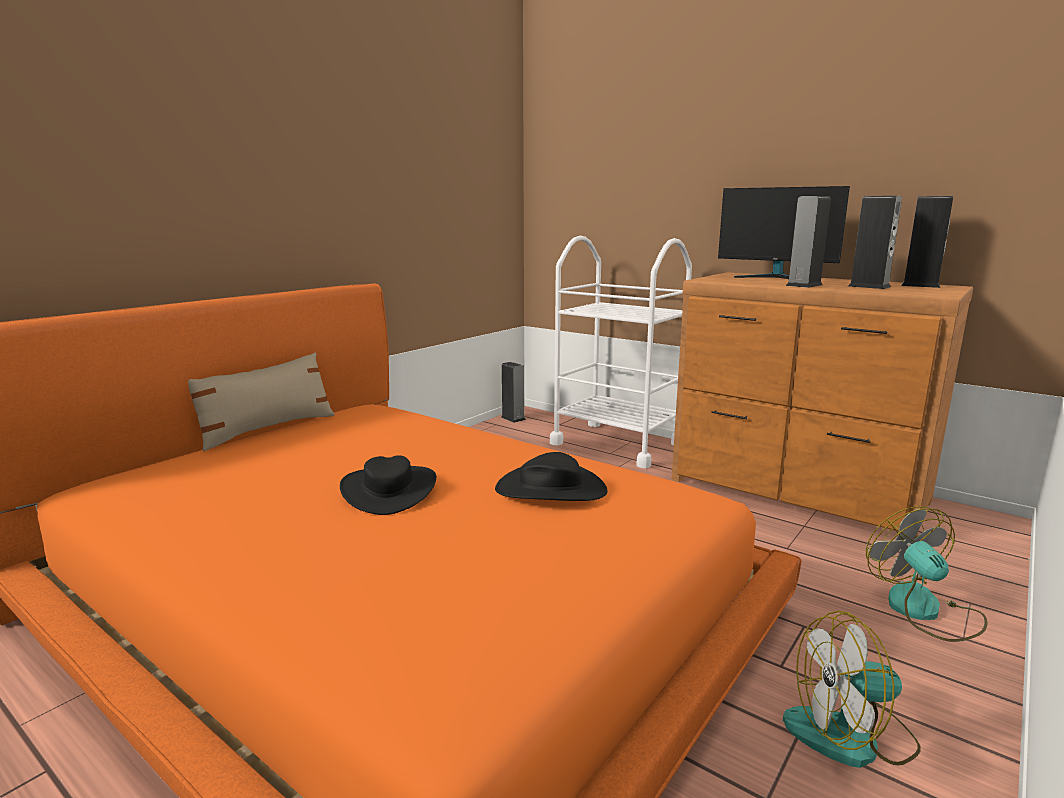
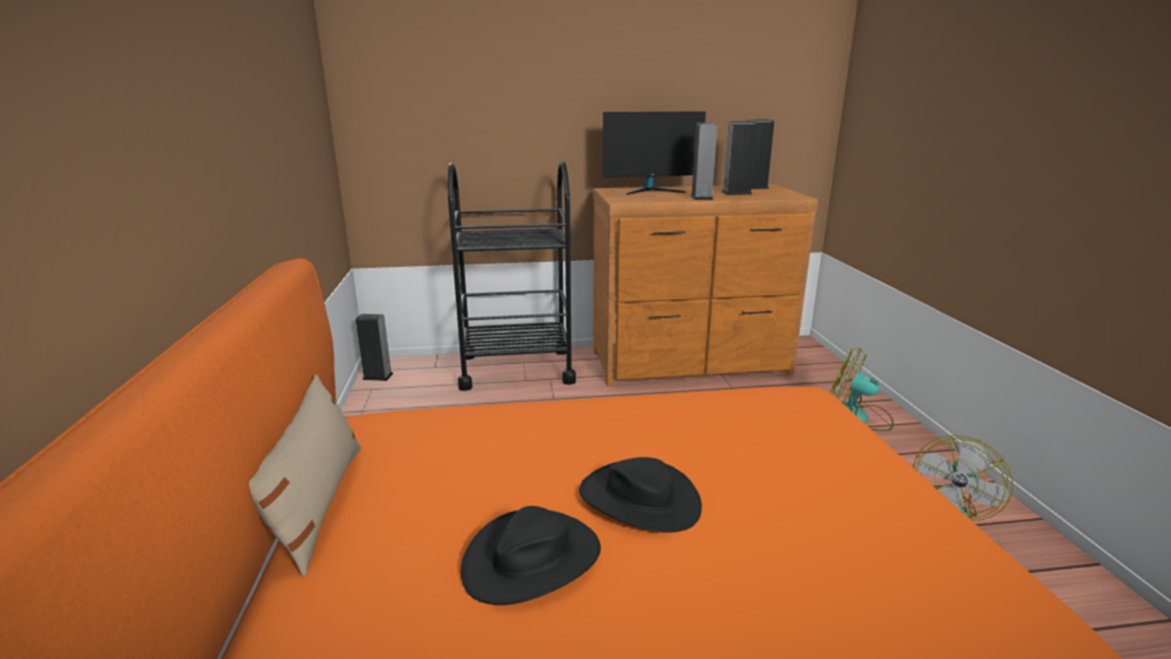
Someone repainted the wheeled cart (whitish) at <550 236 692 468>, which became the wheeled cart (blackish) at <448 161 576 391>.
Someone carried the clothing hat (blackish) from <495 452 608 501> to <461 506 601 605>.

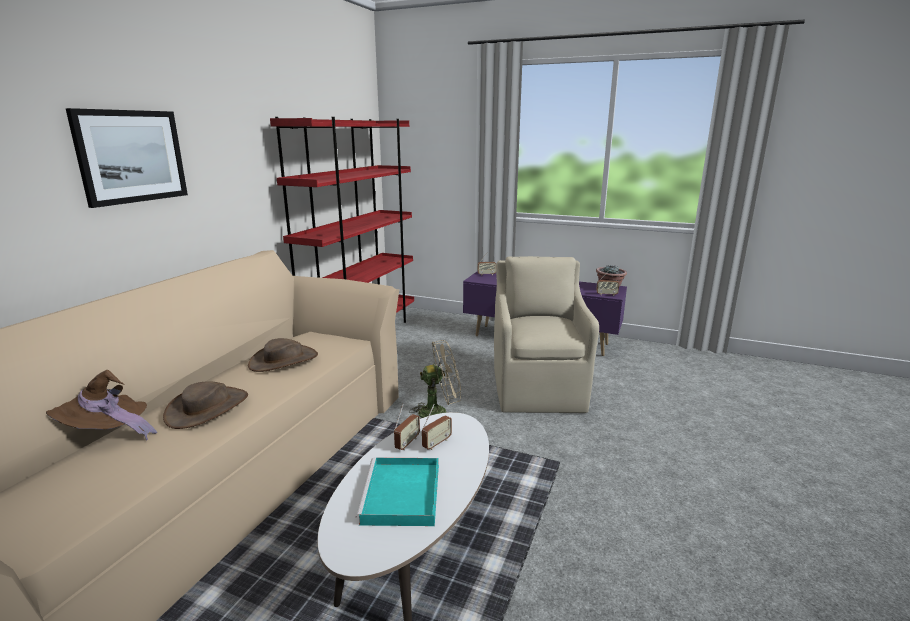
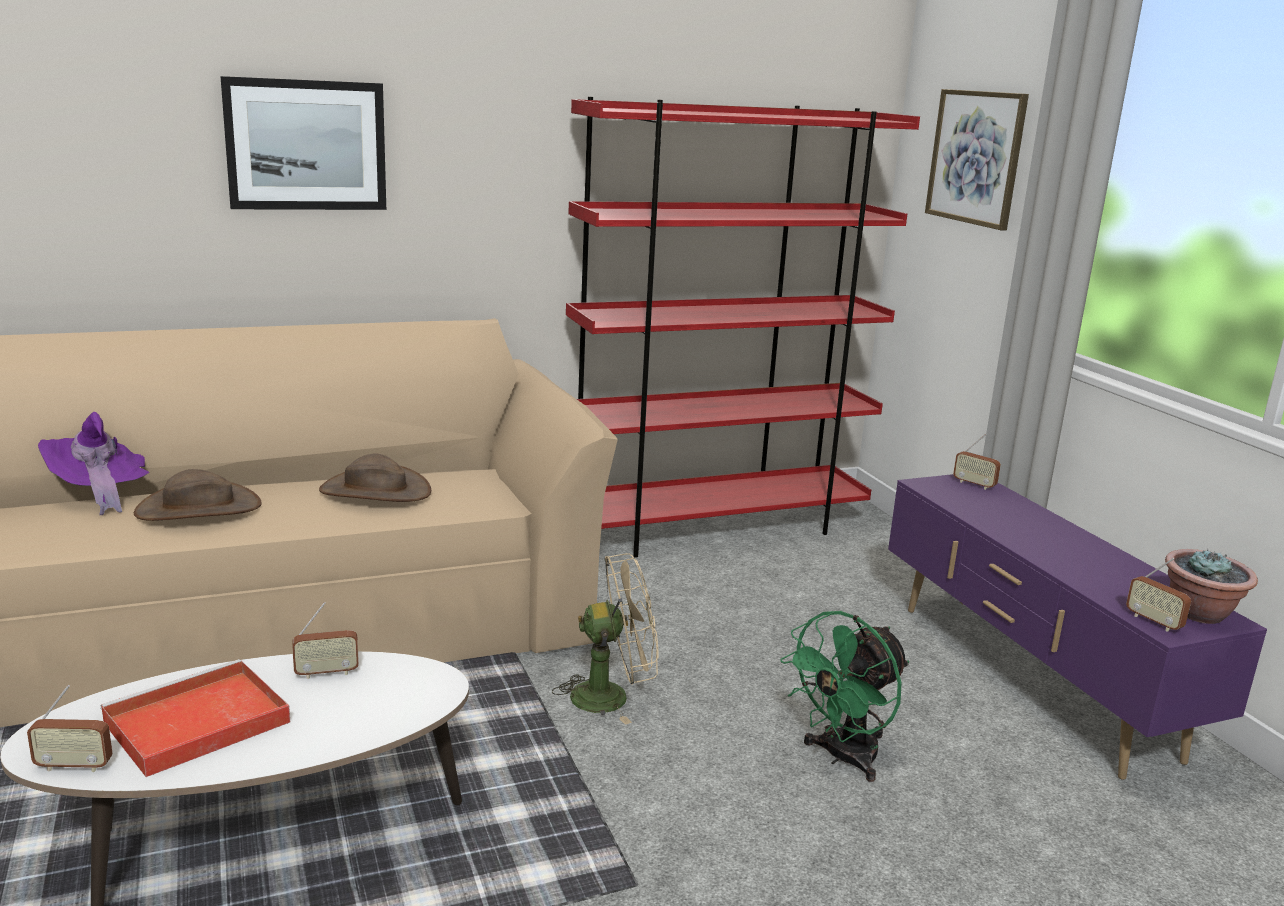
Someone swapped the armchair (beige-coloured) at <494 256 599 413> for the fan (greenish) at <781 611 909 782>.
Someone rotated the fan (beige-coloured) at <409 340 461 418> by 45 degrees counterclockwise.
Someone repainted the clothing hat (brown) at <46 370 157 441>, which became the clothing hat (purple-coloured) at <38 412 149 515>.
Someone carried the radio set from <422 404 452 450> to <27 685 113 772>.
Someone repainted the carrying tray (blue-green) at <356 457 439 526>, which became the carrying tray (reddish) at <101 659 290 777>.
Someone put up the wall picture at <925 89 1029 230>.

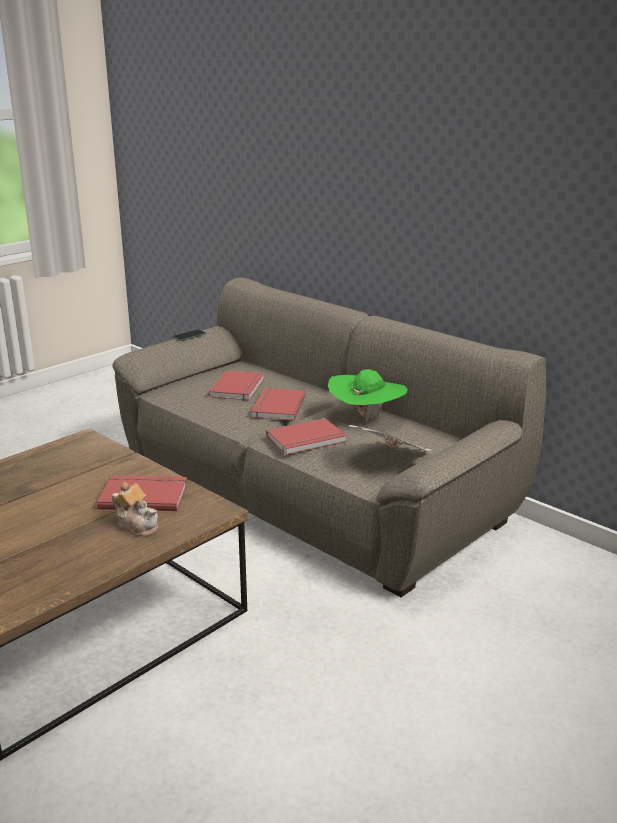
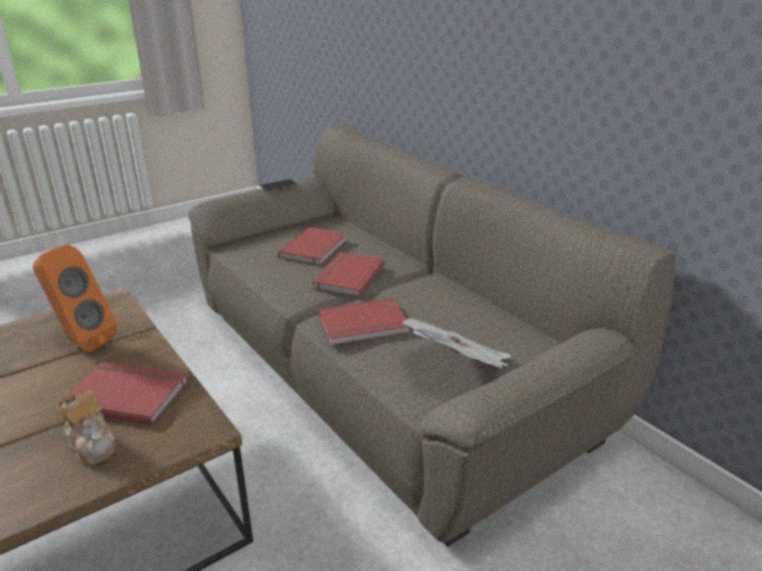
Someone took away the clothing hat (greenish) at <328 369 407 423>.
Someone put down the speaker (orangey) at <33 244 117 352>.

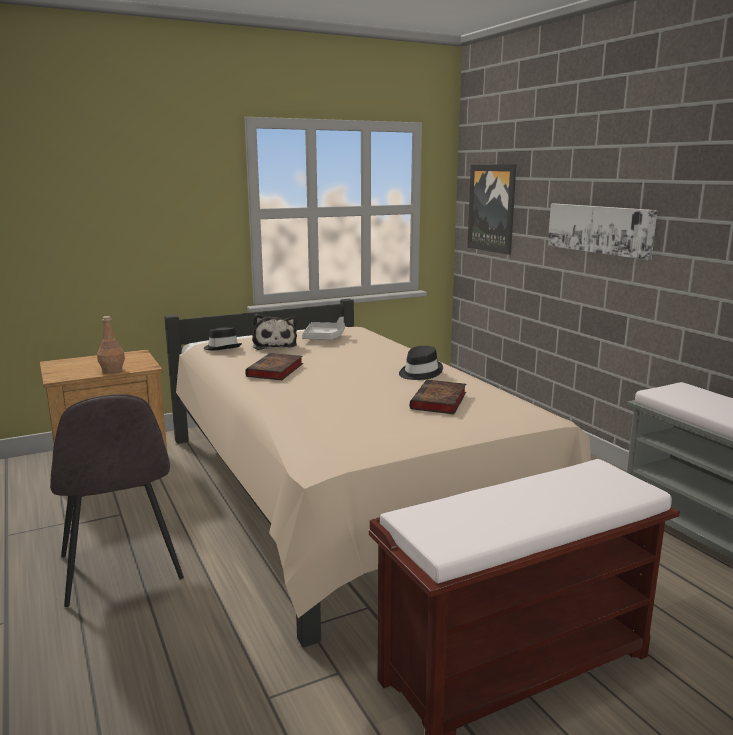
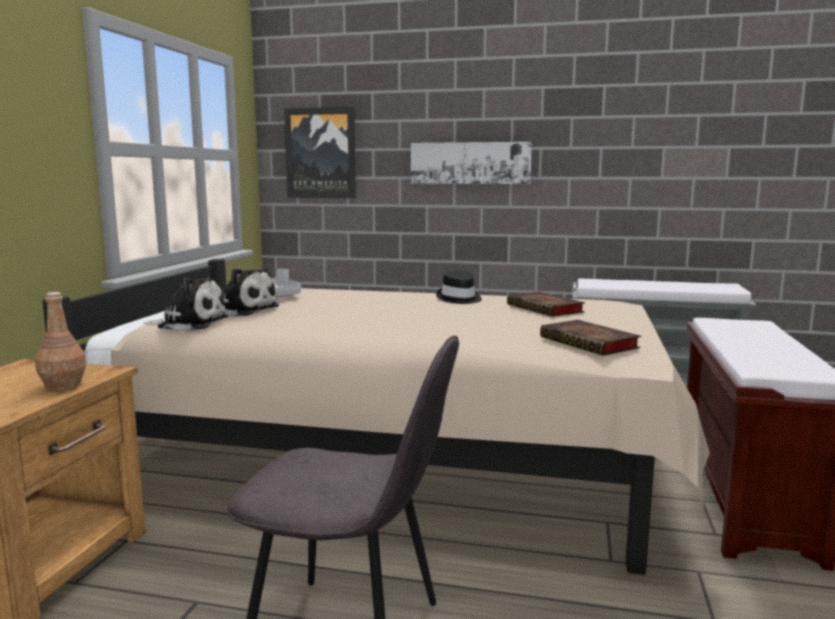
Someone swapped the clothing hat (blackish) at <204 327 242 350> for the plush toy at <144 277 228 331>.
Someone carried the volume from <245 353 303 380> to <540 320 641 356>.

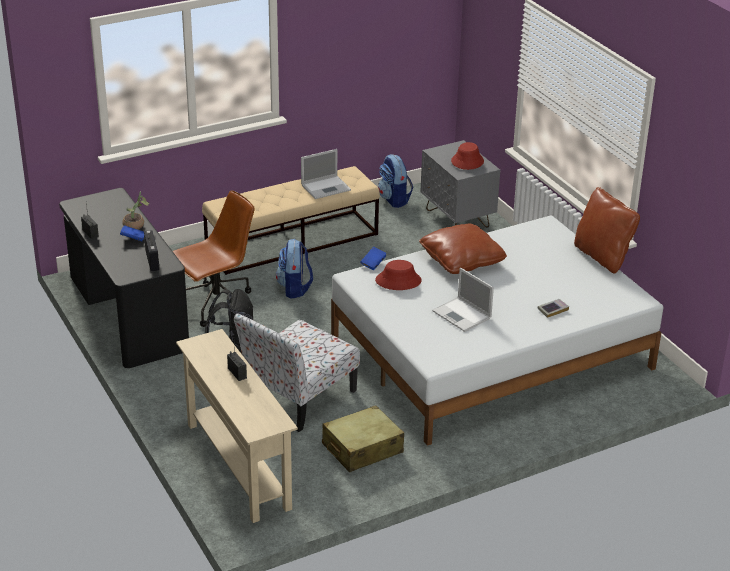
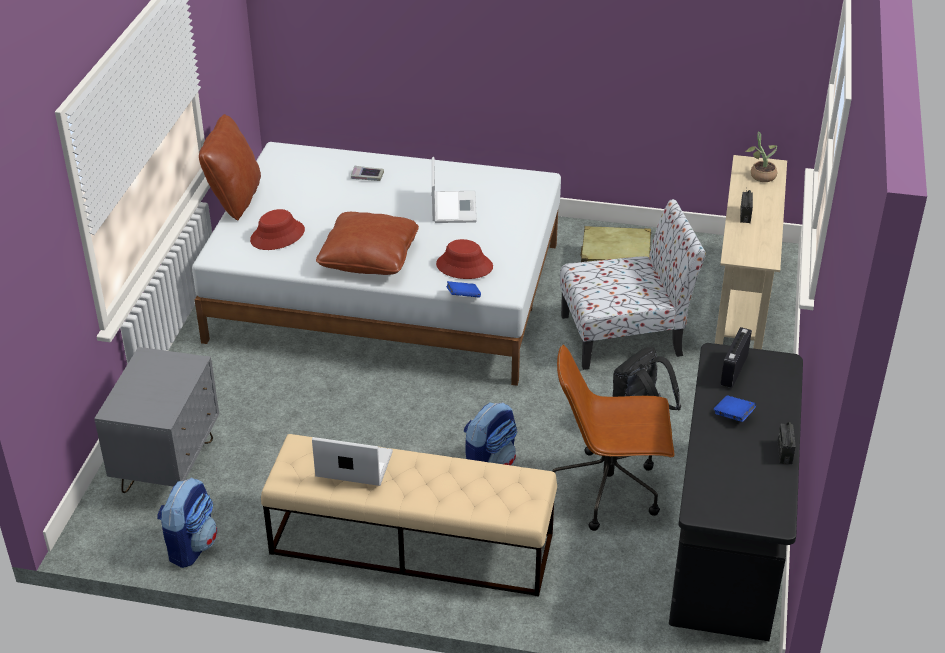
Someone carried the clothing hat (reddish) from <451 142 484 170> to <250 209 305 250>.
Someone carried the houseplant from <122 191 149 230> to <744 132 777 182>.

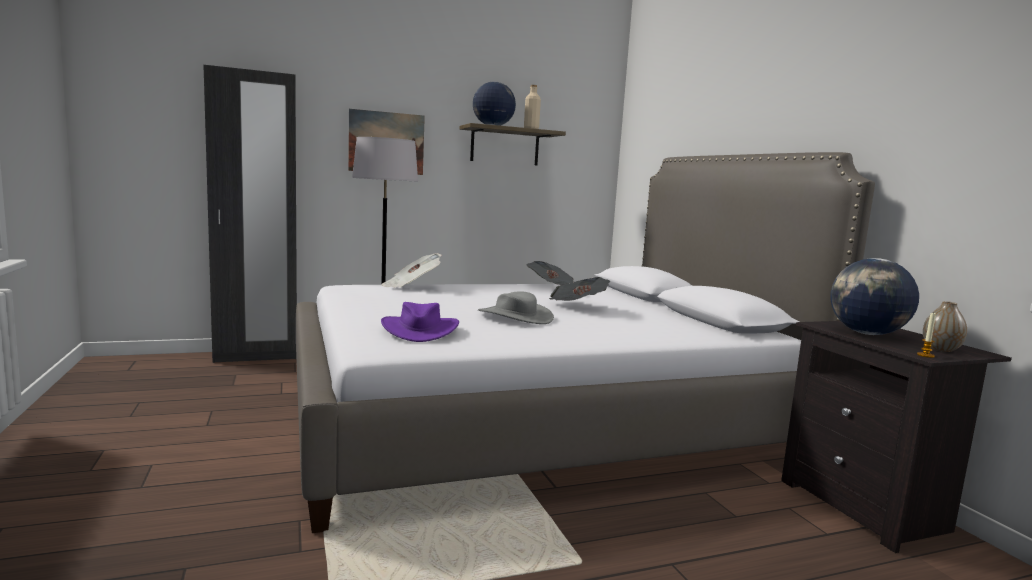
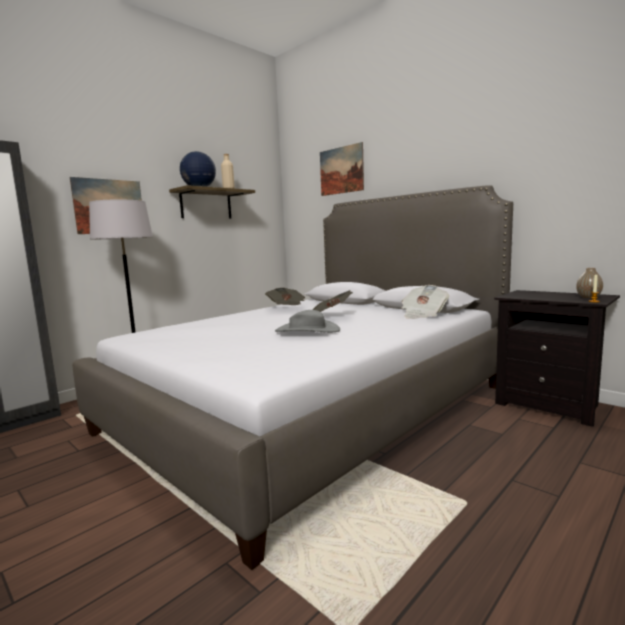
Someone carried the daily paper from <381 253 442 288> to <402 285 449 319>.
Someone took away the world globe at <830 258 919 335>.
Someone took away the clothing hat (purple-coloured) at <381 302 459 342>.
Someone put up the wall picture at <320 142 364 196>.

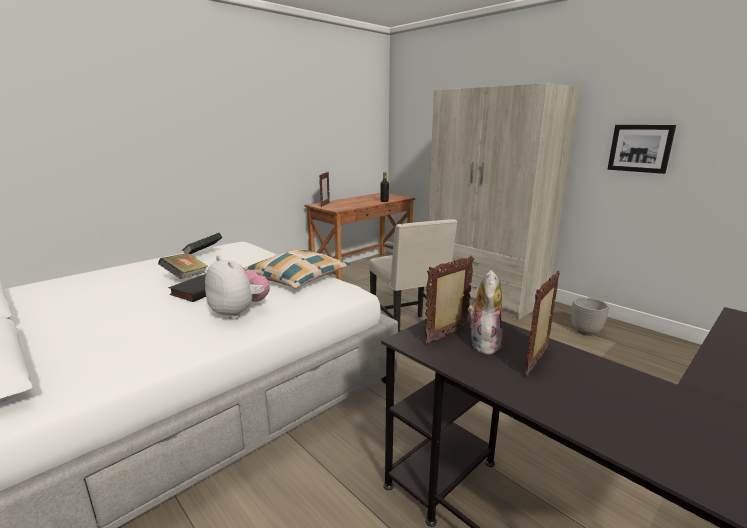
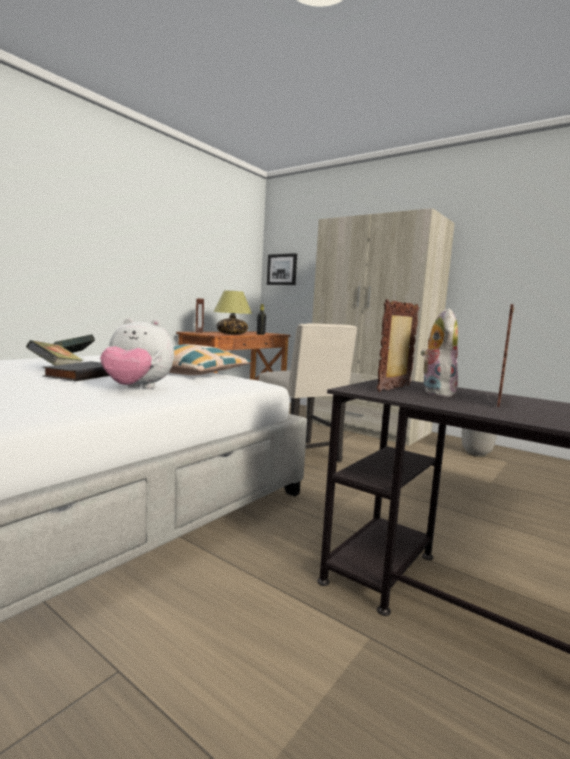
Someone carried the wall picture from <607 125 676 174> to <267 253 297 285>.
Someone rotated the plush toy at <205 256 270 319> by 150 degrees clockwise.
Someone put down the tabletop lamp at <213 291 252 334>.

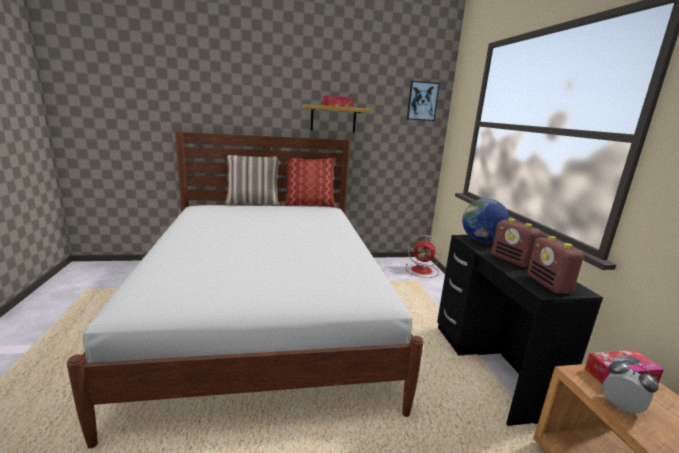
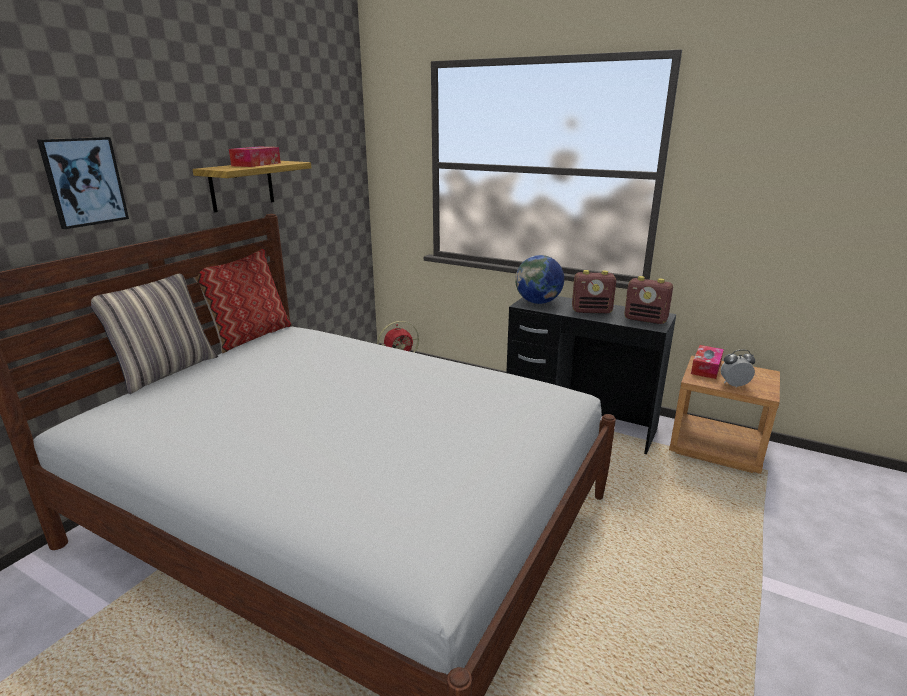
Someone carried the wall picture from <407 81 440 121> to <37 137 129 229>.

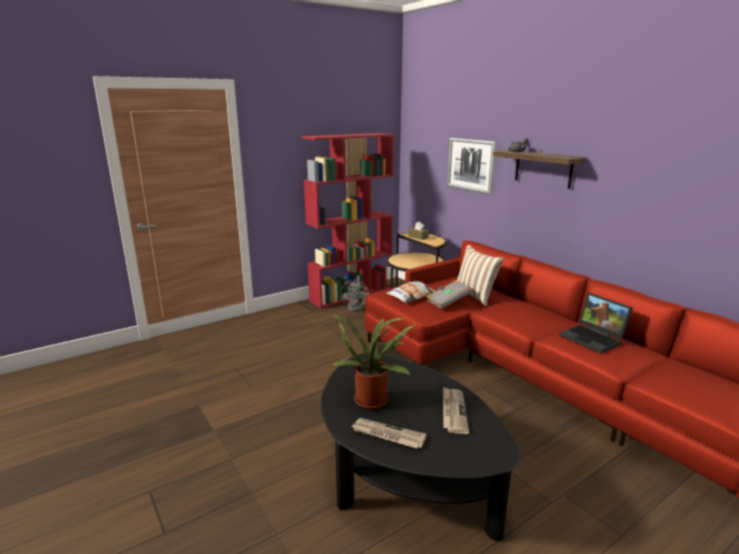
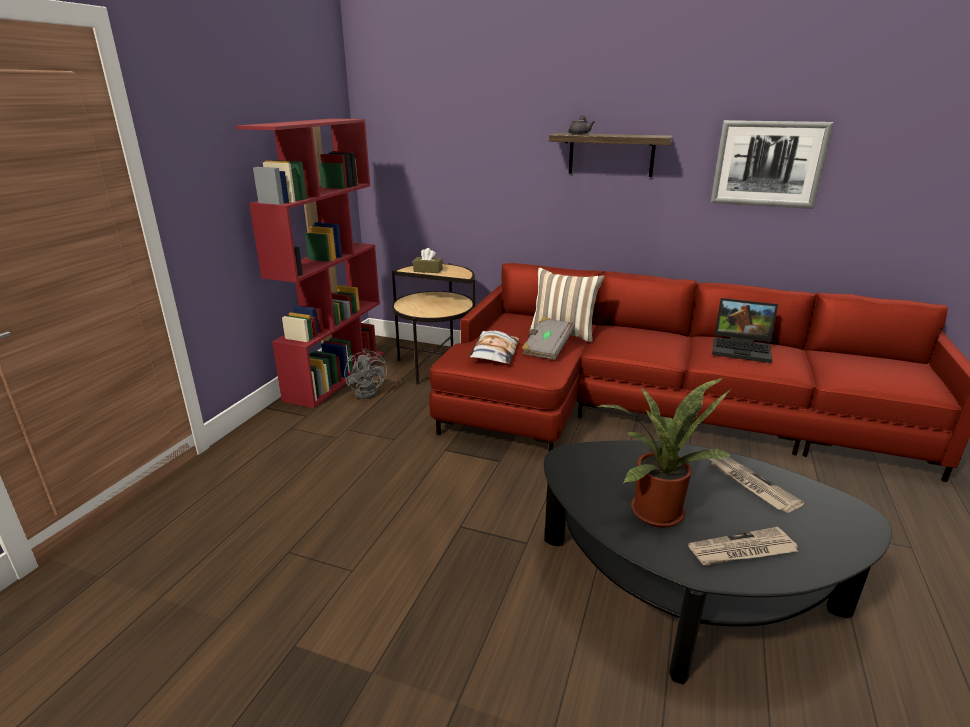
Someone carried the wall picture from <447 138 497 195> to <711 120 834 209>.

